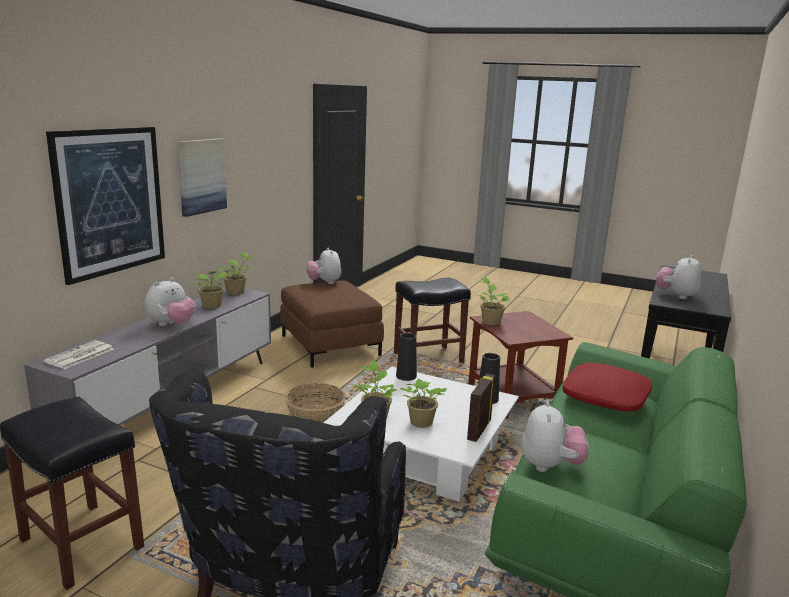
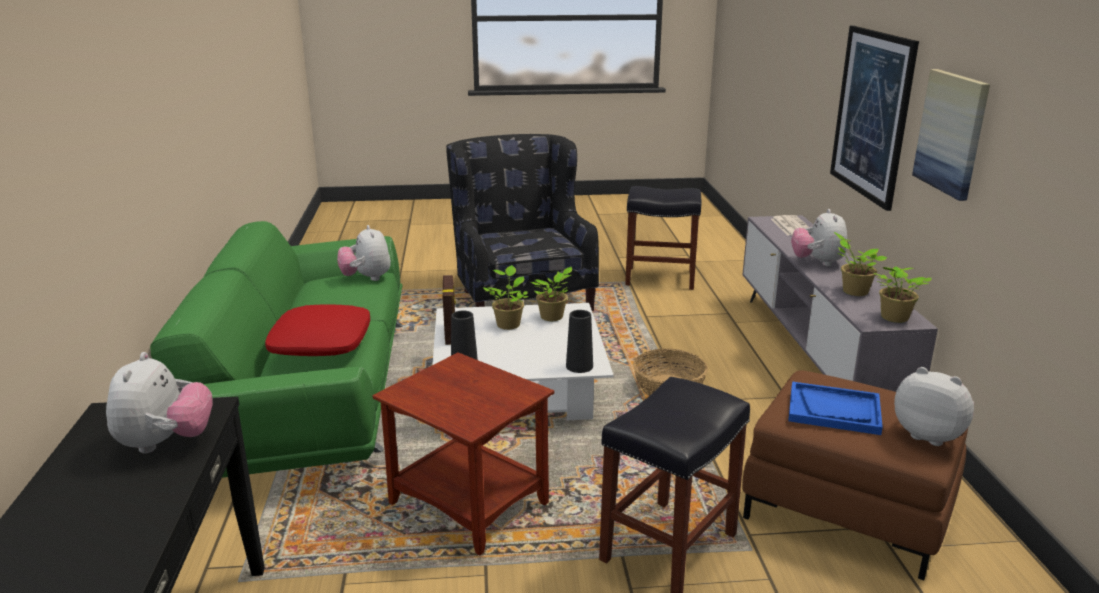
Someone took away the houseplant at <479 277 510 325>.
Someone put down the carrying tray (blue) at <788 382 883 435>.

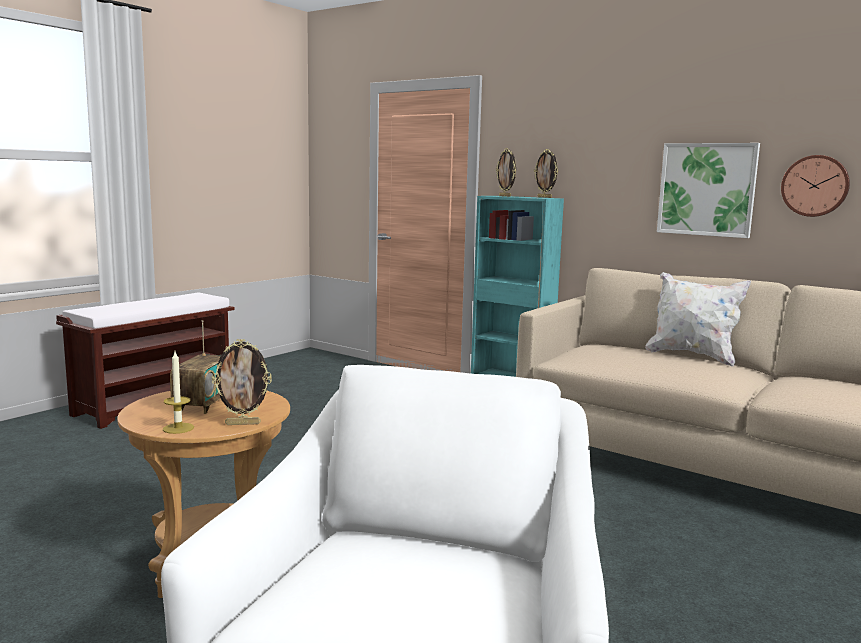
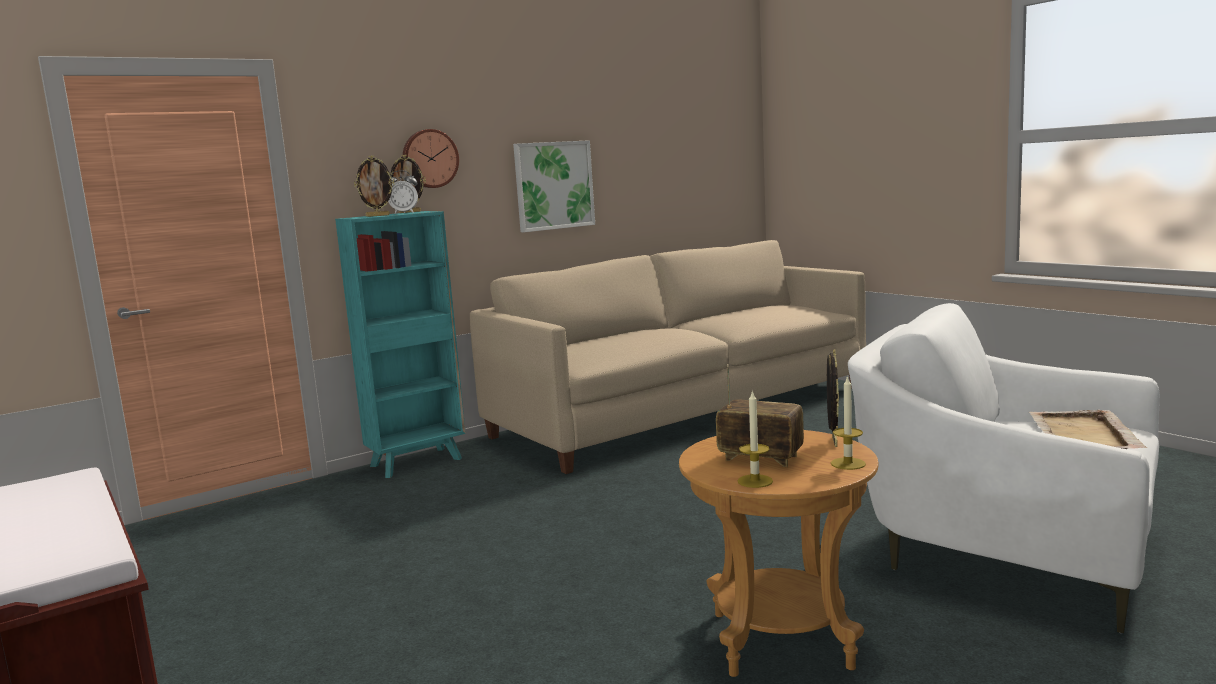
Someone carried the wall clock from <781 155 850 217> to <403 129 459 188>.
Someone took away the pillow (whitish) at <645 272 751 367>.
Someone put down the bedside clock at <388 170 418 214>.
Someone put down the wax candle at <738 390 773 488>.
Someone put down the carrying tray (beige-coloured) at <1028 410 1147 449>.

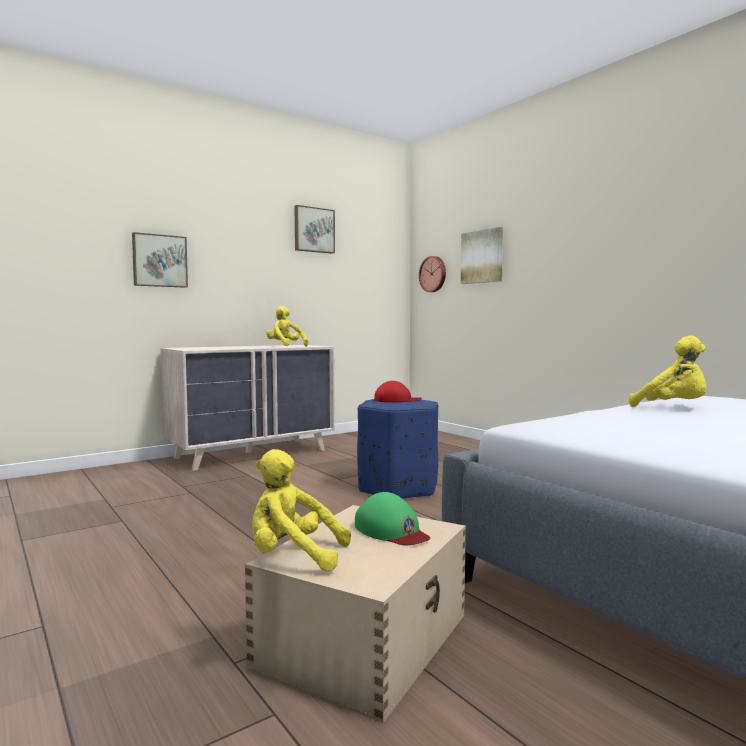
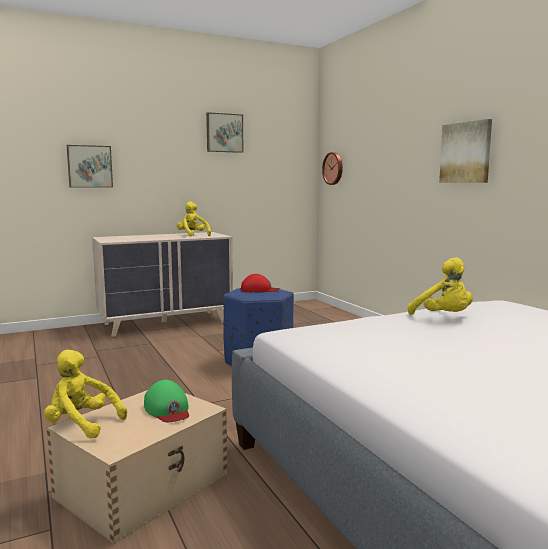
Someone carried the wall picture from <461 227 503 284> to <439 119 492 183>.

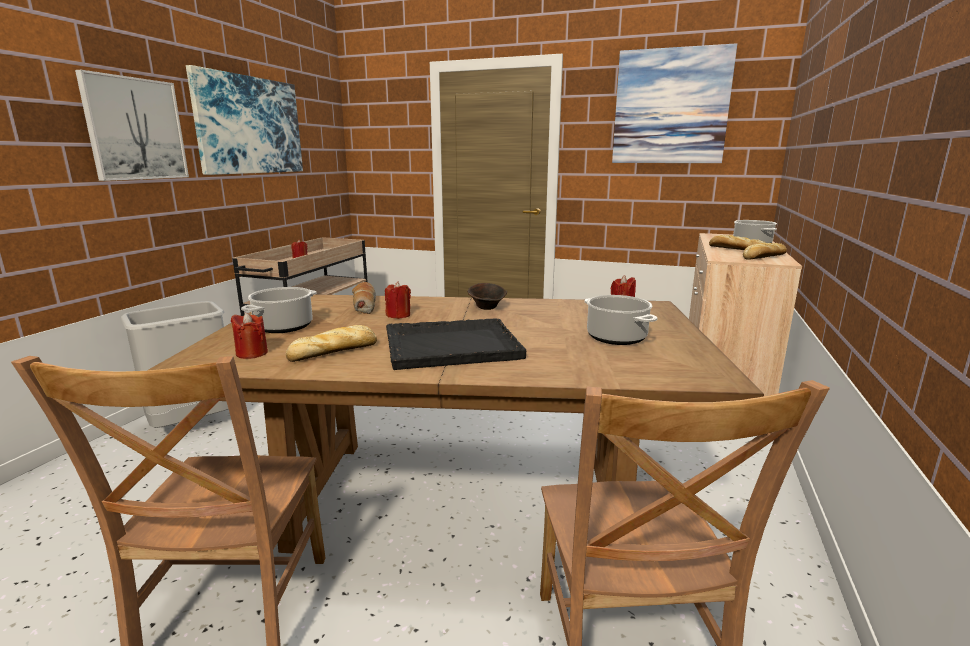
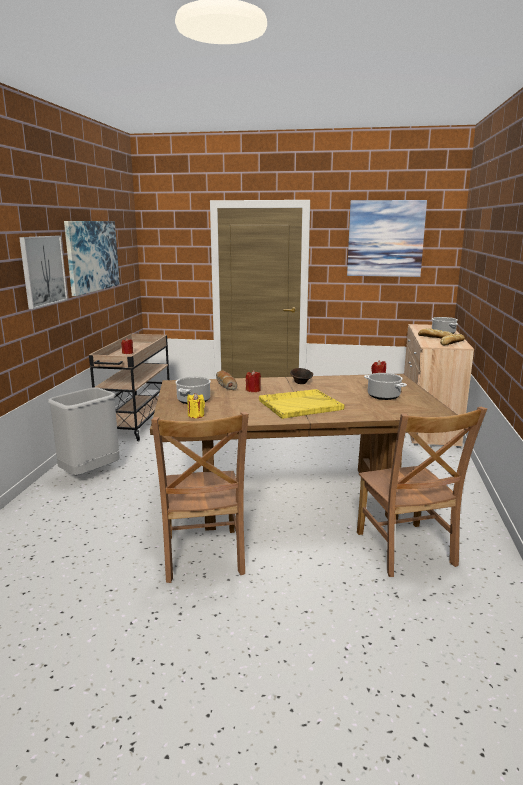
Someone repainted the wax candle (reddish) at <231 312 268 359>, which became the wax candle (yellowish) at <187 393 205 418>.
Someone repainted the carrying tray (blackish) at <386 319 526 370>, which became the carrying tray (yellowish) at <259 389 344 419>.
Someone took away the bakery bread at <286 325 377 362>.

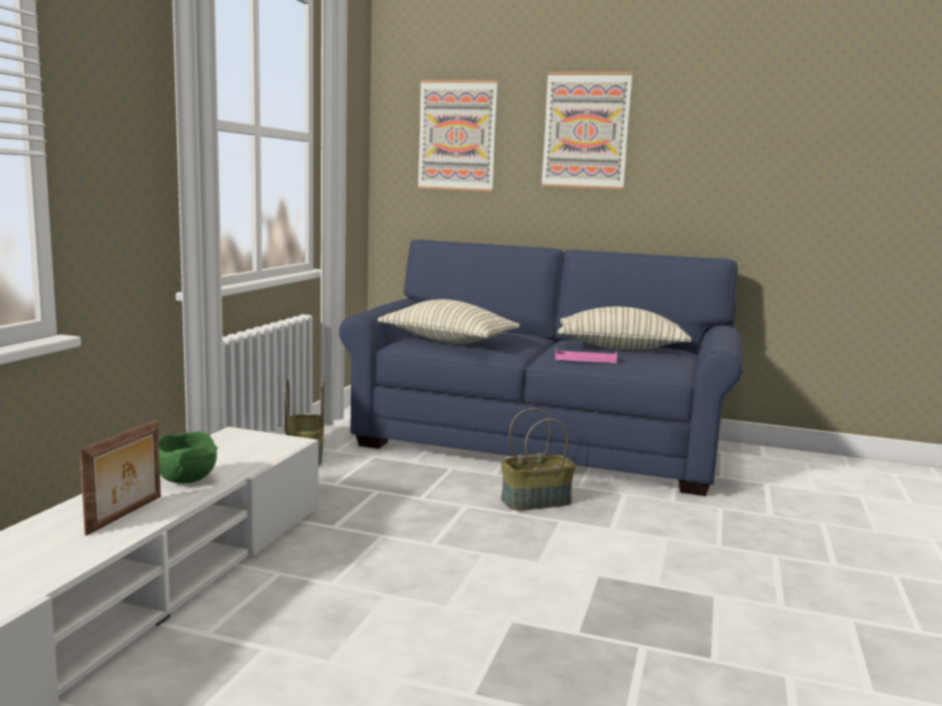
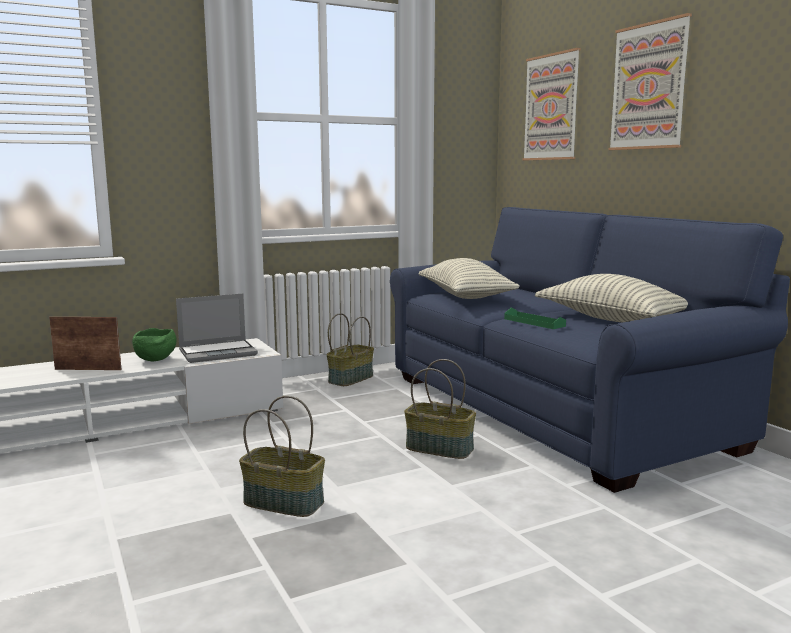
Someone repainted the carrying tray (pink) at <555 347 617 363>, which became the carrying tray (greenish) at <504 308 566 329>.
Someone rotated the picture frame at <80 420 161 536> by 150 degrees counterclockwise.
Someone put down the laptop at <176 293 258 363>.
Someone put down the basket at <239 396 325 517>.

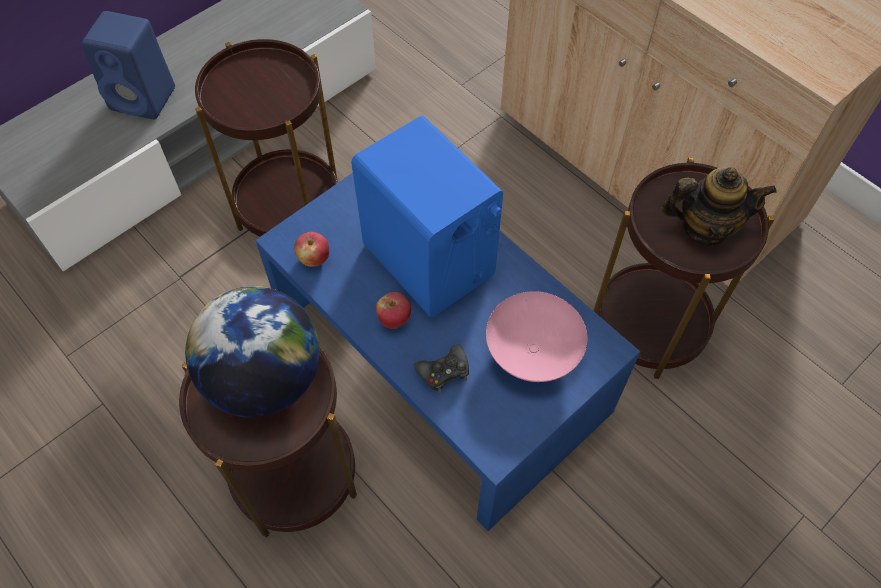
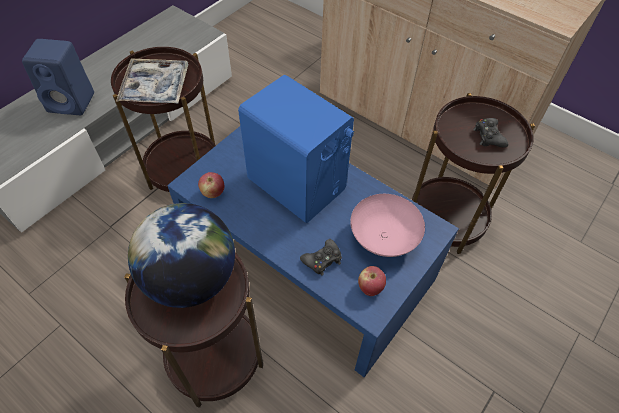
Someone swapped the tea pot at <661 167 777 246> for the game controller (blackish) at <473 118 508 147>.
Someone carried the apple from <376 292 411 329> to <358 266 386 296>.
Someone put down the carrying tray at <116 59 189 103>.

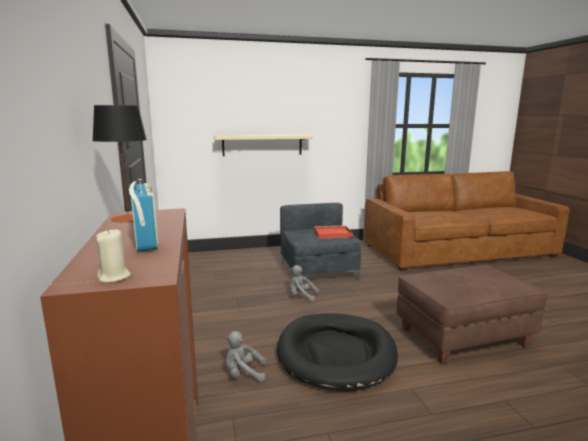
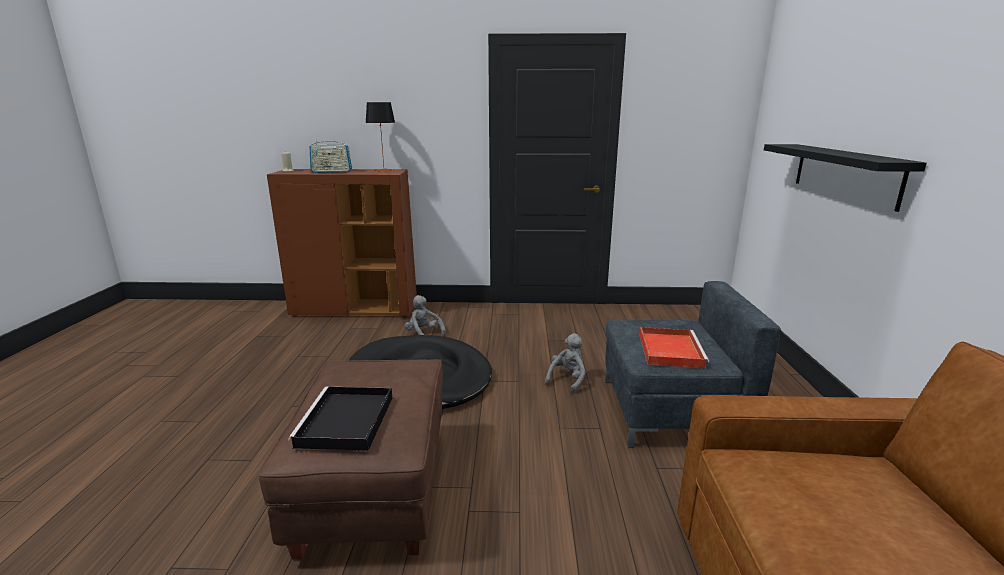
Someone repainted the wall shelf (beige-coloured) at <214 135 313 156>, which became the wall shelf (blackish) at <764 144 927 212>.
Someone rotated the plush toy (greyish) at <225 331 267 382> by 60 degrees counterclockwise.
Someone put down the carrying tray (blackish) at <288 386 392 451>.

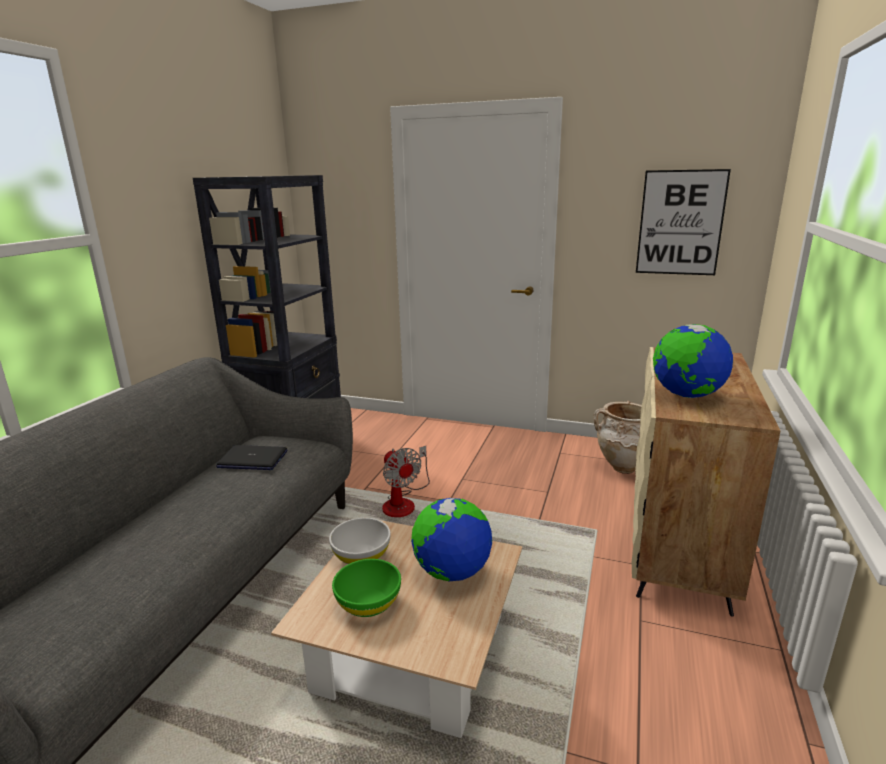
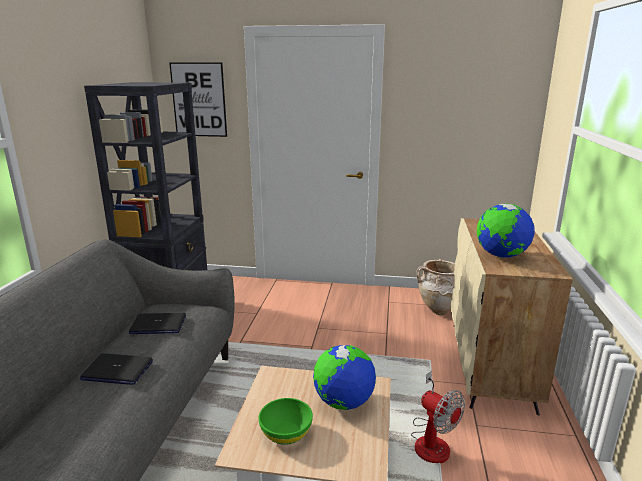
Someone carried the wall picture from <636 169 731 275> to <169 62 227 137>.
Someone carried the fan from <382 446 430 517> to <411 371 465 463>.
Someone took away the bowl (whitish) at <329 518 391 564>.
Someone put down the laptop at <80 353 153 385>.

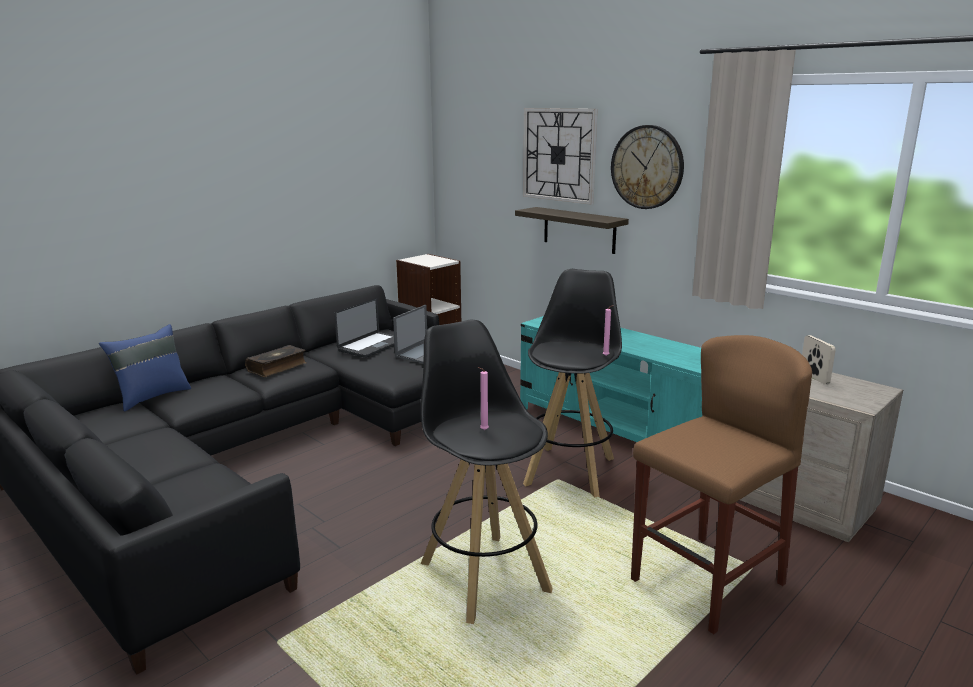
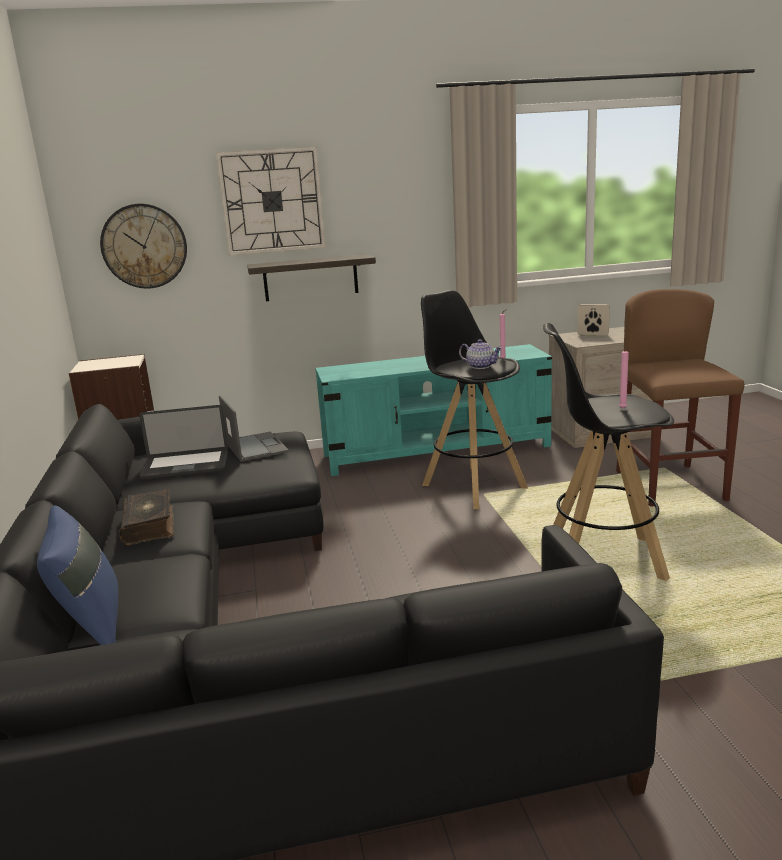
Someone carried the wall clock from <611 125 684 209> to <100 204 187 289>.
Someone rotated the laptop at <334 298 395 358> by 105 degrees clockwise.
Someone put down the tea pot at <459 339 502 369>.

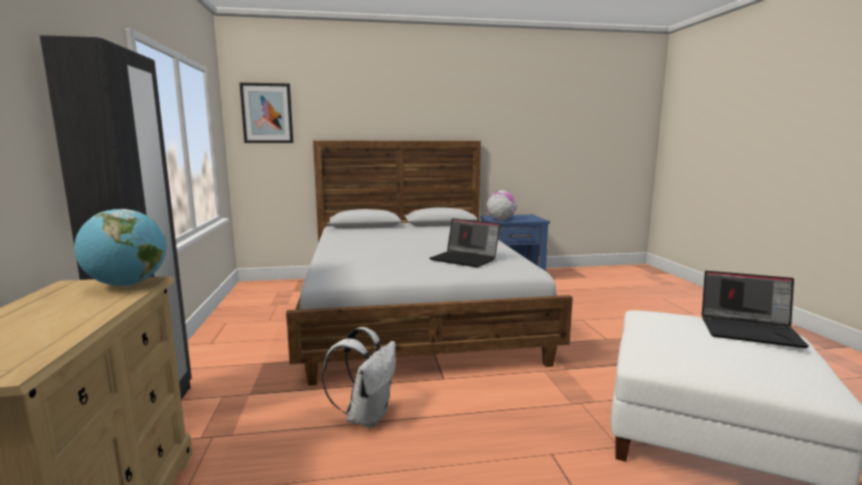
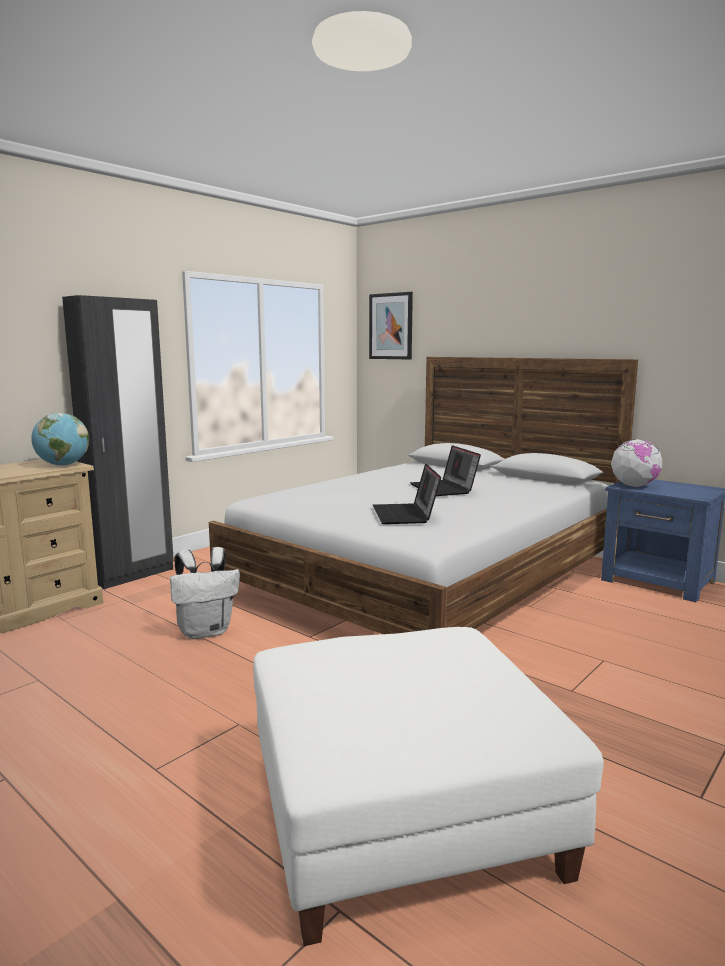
Someone carried the laptop from <702 271 809 348> to <410 445 481 496>.

